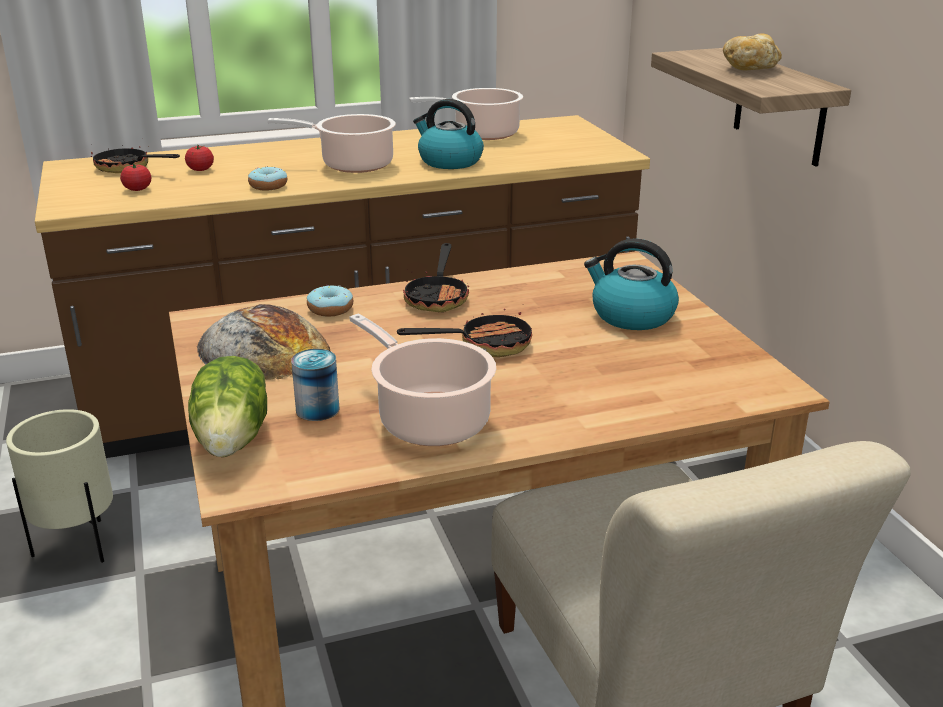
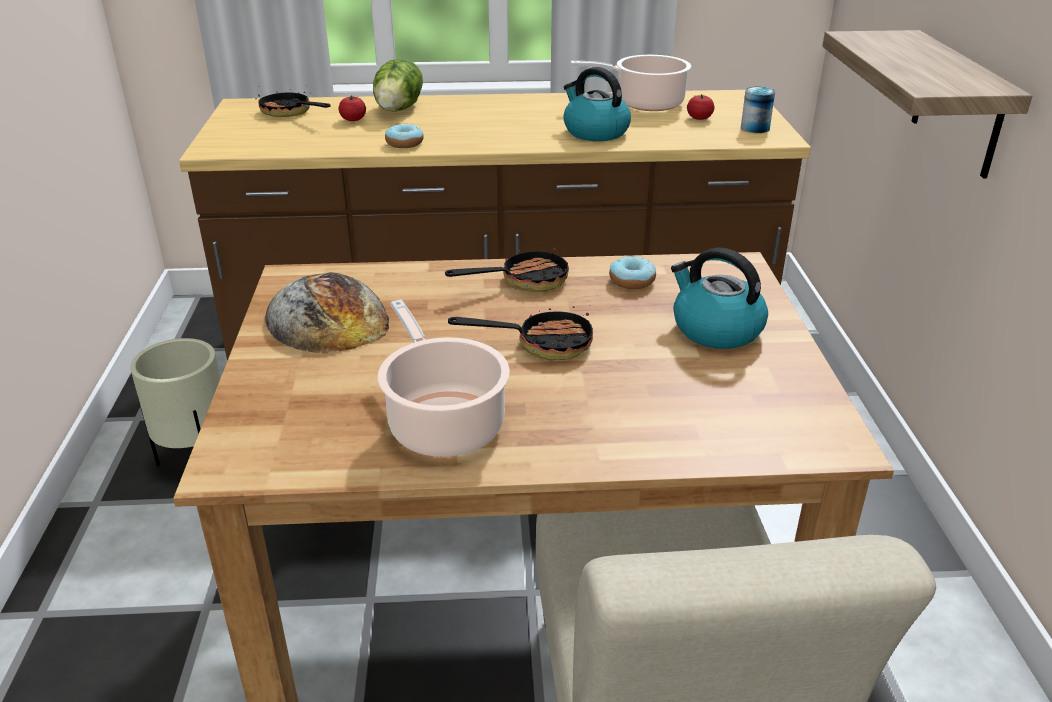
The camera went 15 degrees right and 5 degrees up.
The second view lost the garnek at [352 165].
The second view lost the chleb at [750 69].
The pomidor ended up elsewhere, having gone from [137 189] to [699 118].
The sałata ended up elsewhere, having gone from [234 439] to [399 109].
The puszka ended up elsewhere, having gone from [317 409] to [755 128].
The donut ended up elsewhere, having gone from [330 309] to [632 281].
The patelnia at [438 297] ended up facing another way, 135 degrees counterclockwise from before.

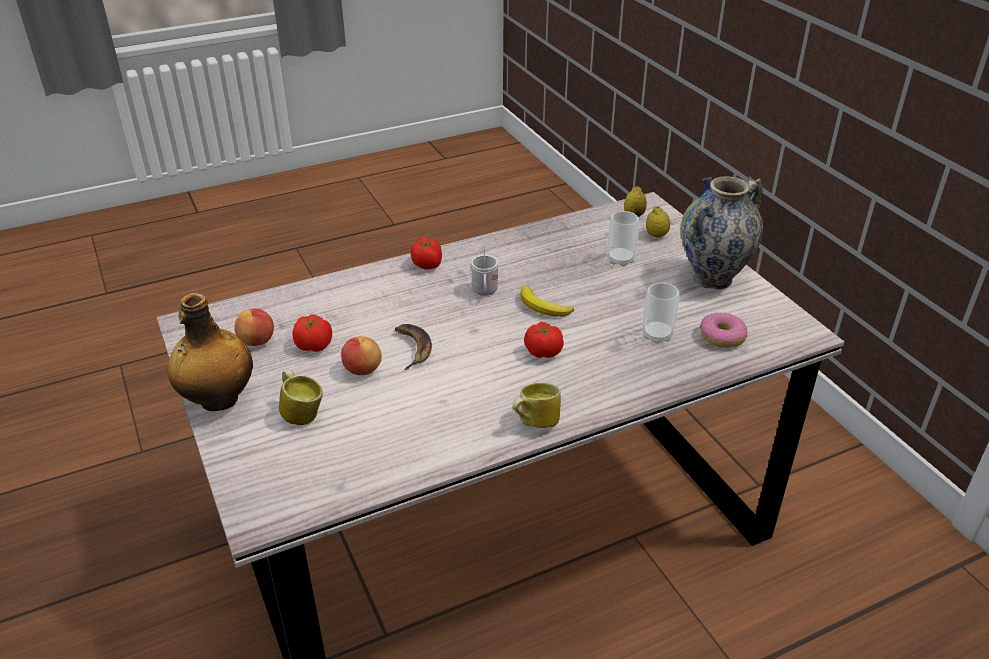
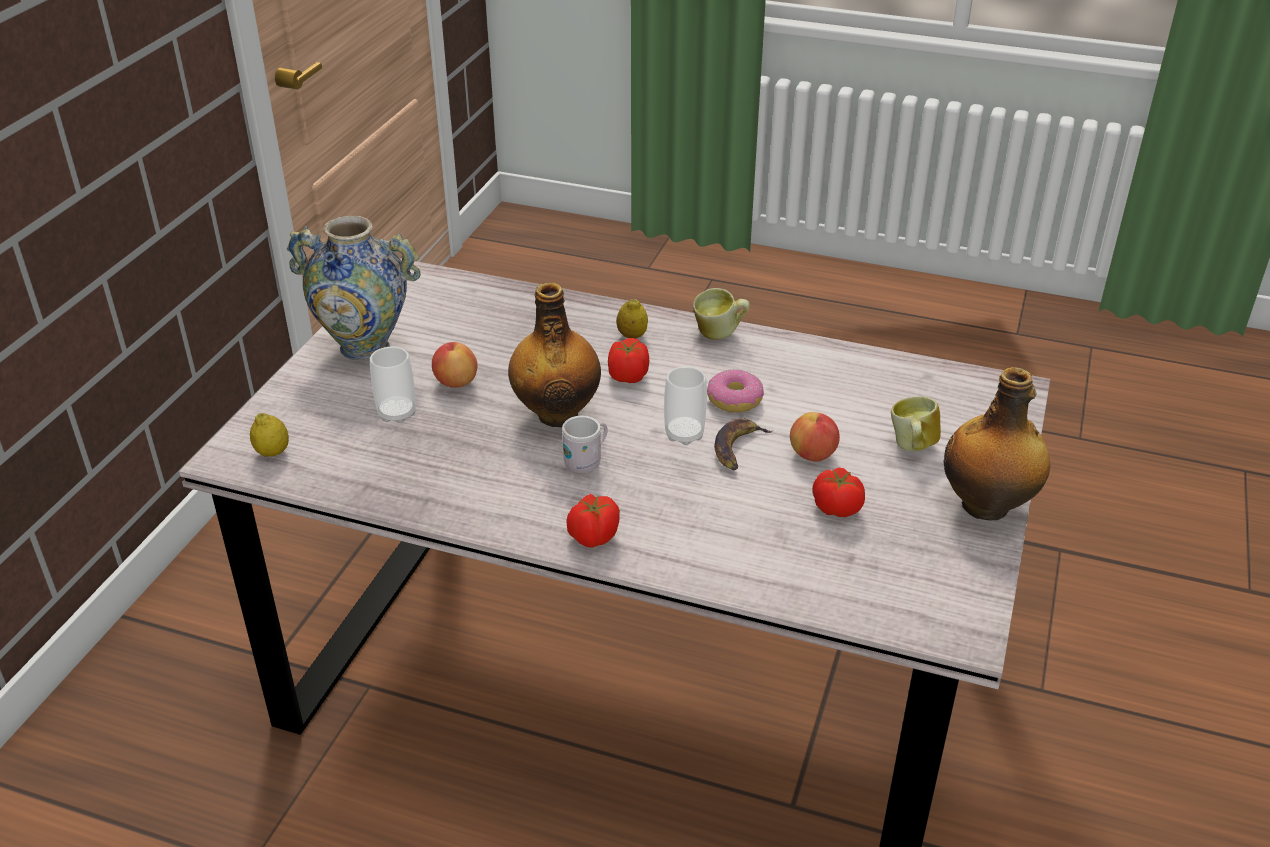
The camera went 135 degrees left and 0 degrees up.
The jabłko ended up elsewhere, having gone from [257 341] to [456 382].
The filiżanka ended up elsewhere, having gone from [657 335] to [684 434].
The cytryna ended up elsewhere, having gone from [656 235] to [632 336].
The donut ended up elsewhere, having gone from [721 337] to [735 400].
Where the banan stood at [543 307], the butelka came to stand at [557 413].

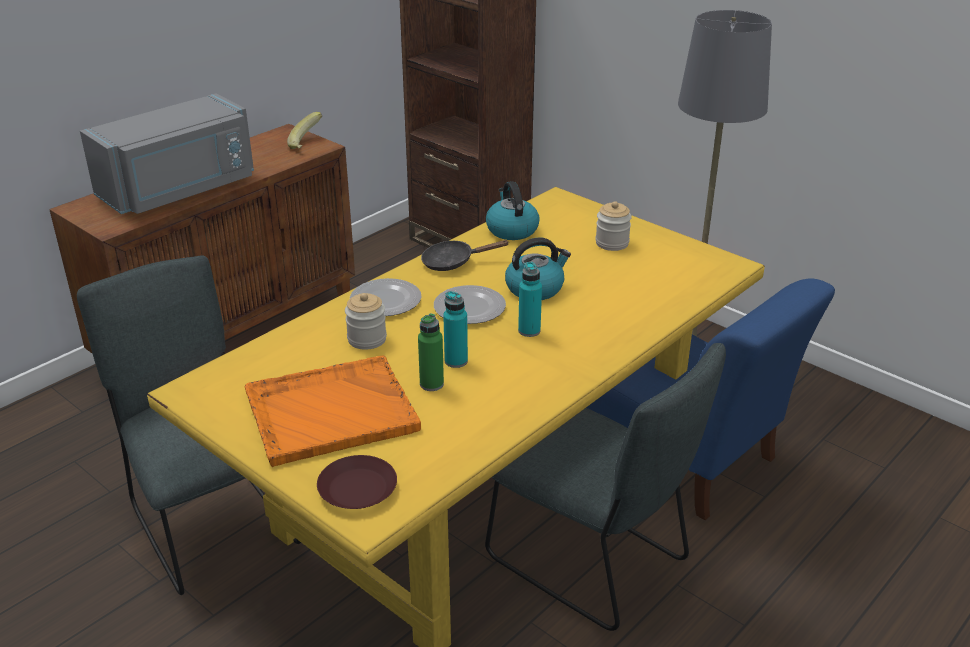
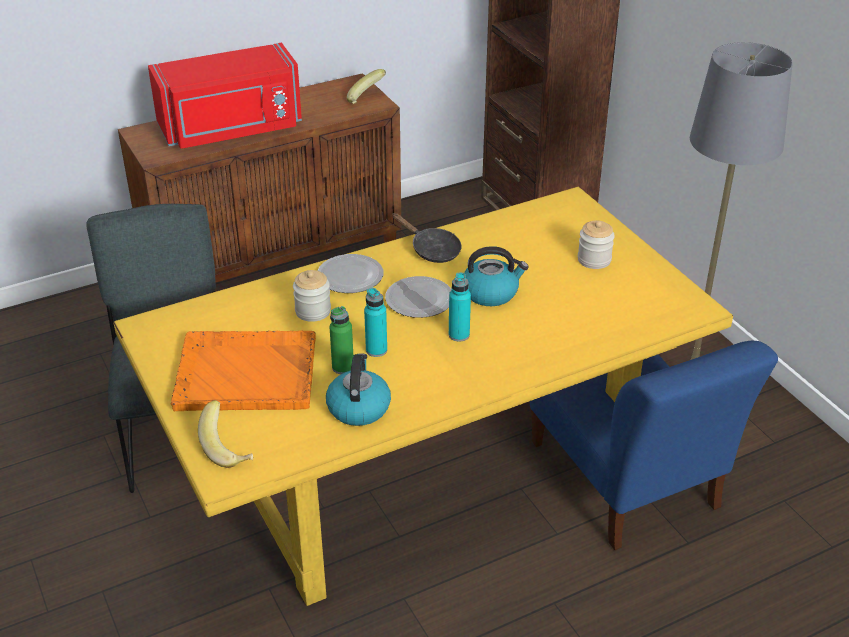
The camera went 20 degrees right and 5 degrees up.
The second view lost the krzesło/szary at [594 563].
The czajnik ended up elsewhere, having gone from [511 229] to [358 407].
Where the talerz/brązowy stood at [358 489], the banan came to stand at [229 449].
What was the mikrofalówka/szary at [180 190] turned into the mikrofalówka/czerwony at [231 129].
The patelnia/czarny at [453 262] ended up facing another way, 150 degrees counterclockwise from before.

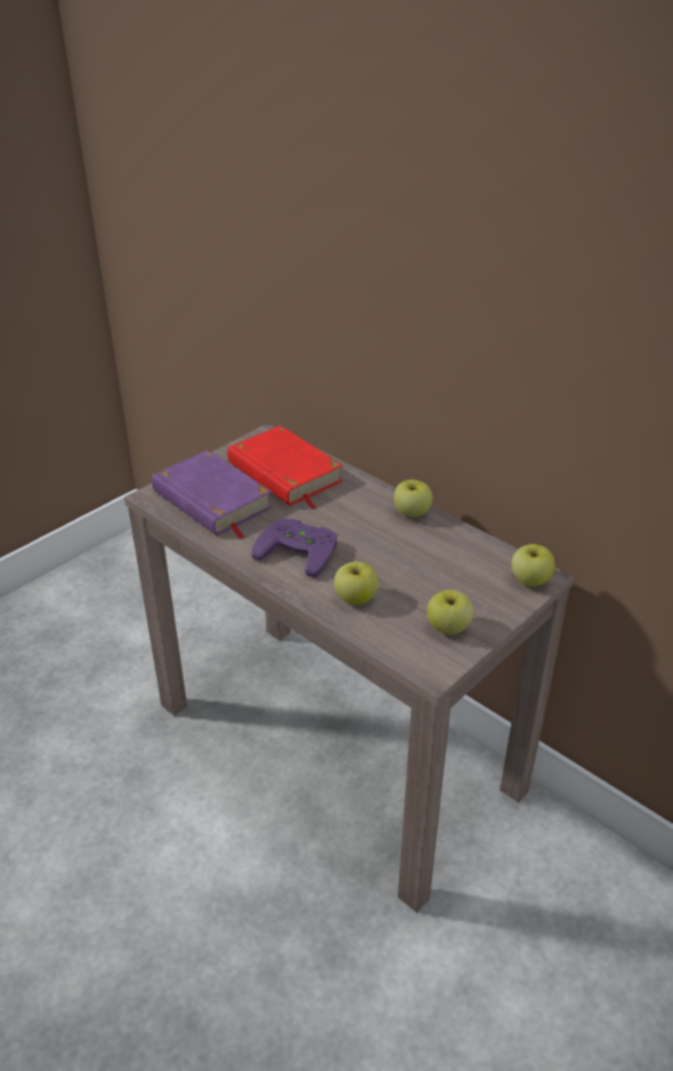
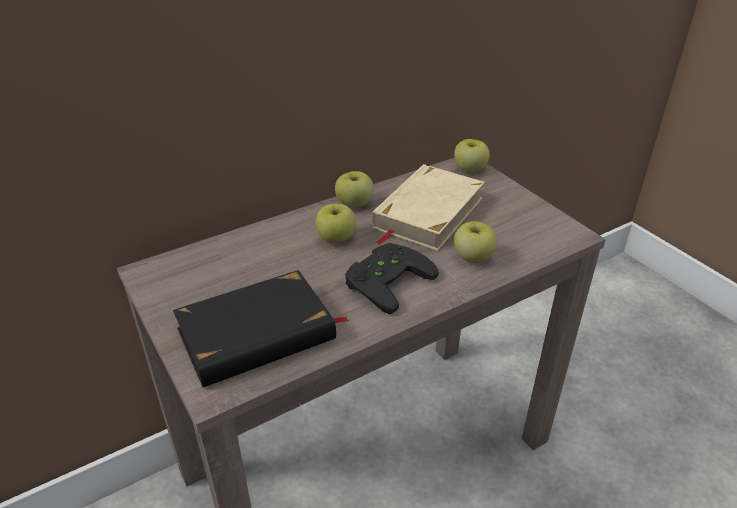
The camera went 75 degrees left and 0 degrees up.
The second view lost the książka/czerwony at [284 472].
The second view gained the książka/beżowy at [427 213].
The jabłko ended up elsewhere, having gone from [448 627] to [336 238].
What was the książka/fioletowy at [211 500] turned into the książka/czarny at [257 334].
What was the pad do gier/fioletowy at [300 549] turned into the pad do gier/czarny at [385 279].

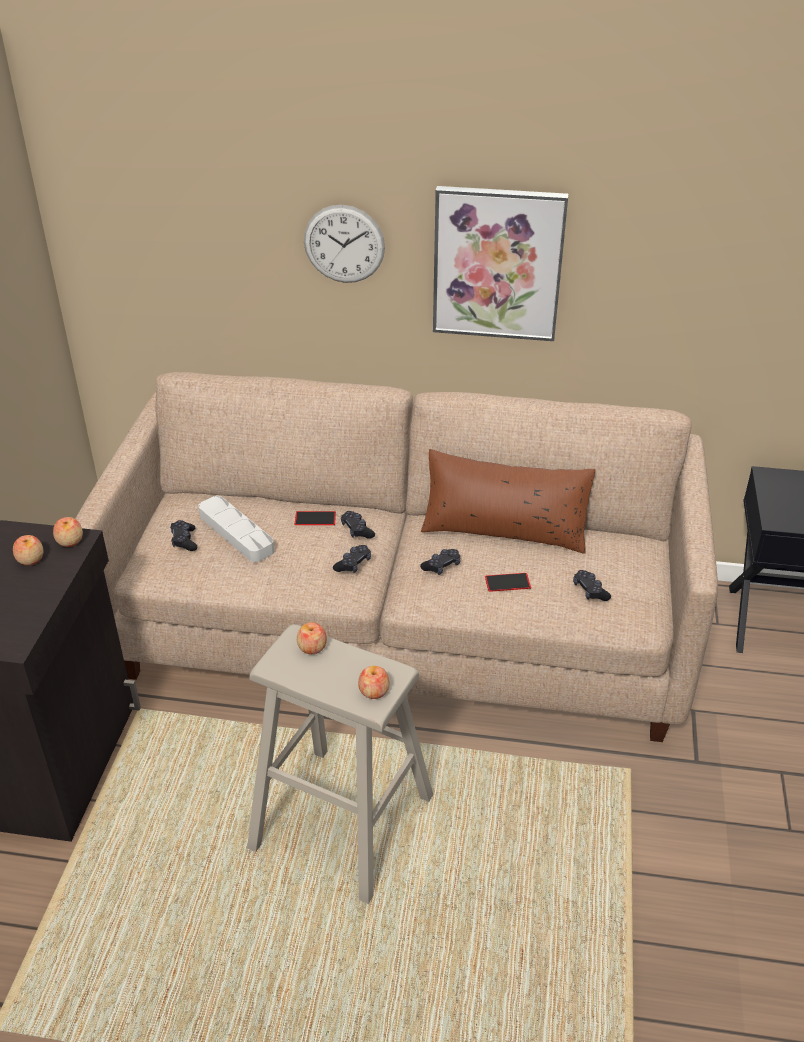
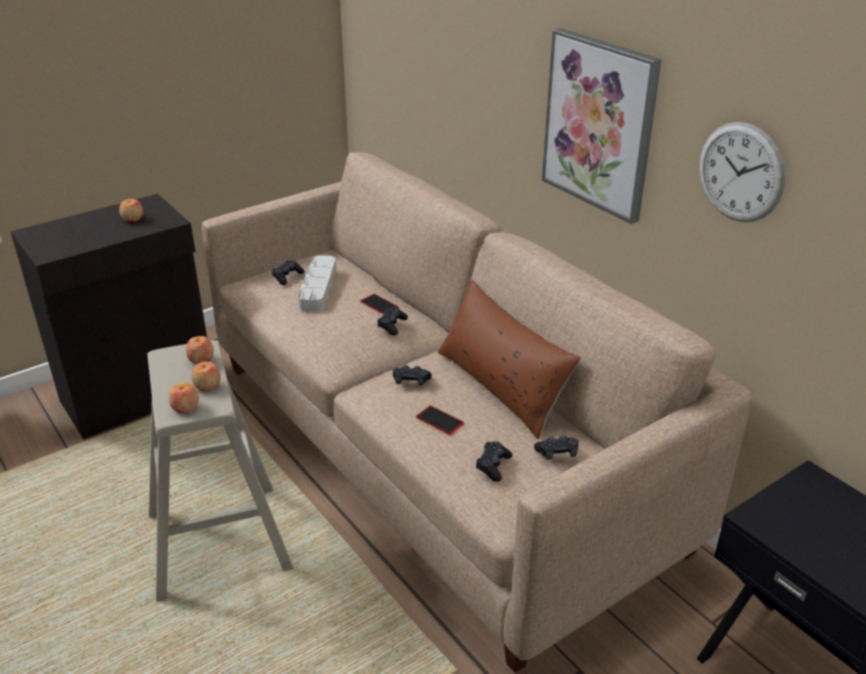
The camera went 45 degrees right and 5 degrees down.
The jabłko ended up elsewhere, having gone from [70 541] to [207 386].
The zegar ścienny ended up elsewhere, having gone from [344 244] to [740 172].
The pad do gier/czarny ended up elsewhere, having gone from [353 564] to [557 453].

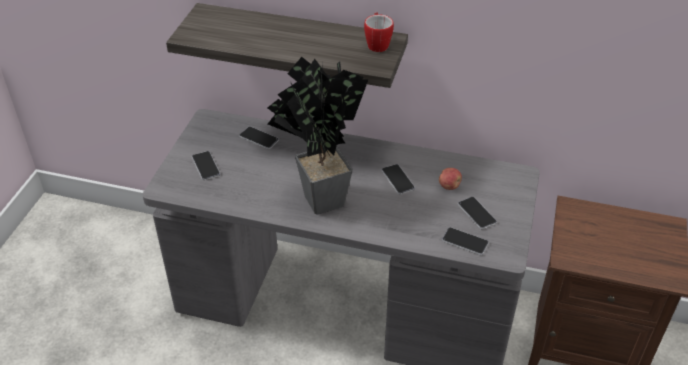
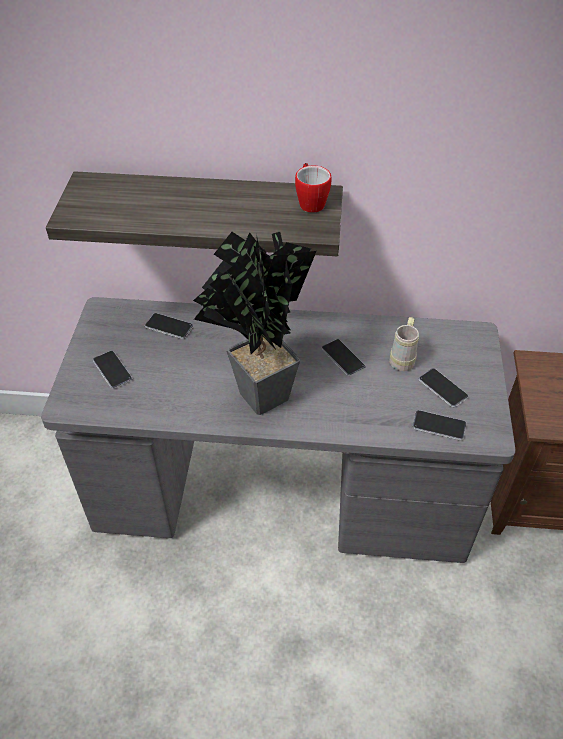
The camera went 10 degrees left and 5 degrees up.
Where the jabłko stood at [449 186], the kubek/beżowy came to stand at [403 358].

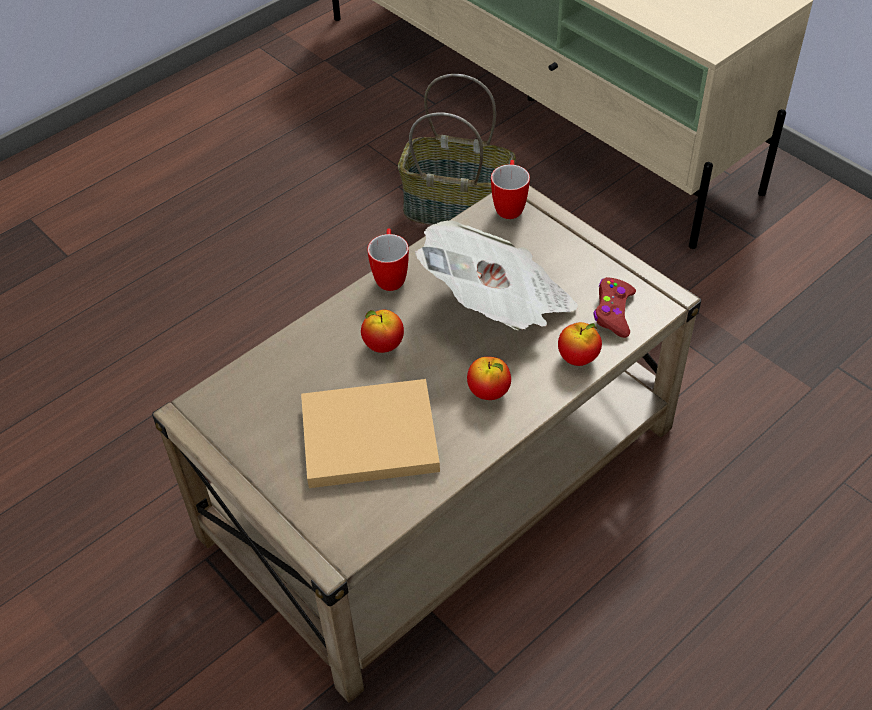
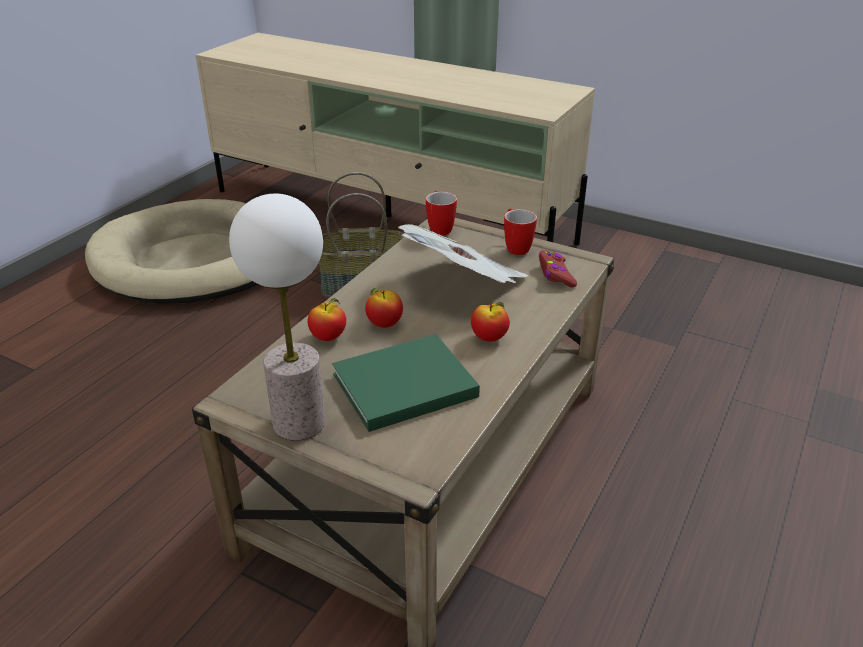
The camera went 20 degrees left and 15 degrees down.
The second view gained the legowisko/beżowy at [195 260].
The second view gained the lampa stołowa at [300 422].
The kubek ended up elsewhere, having gone from [390 276] to [515 247].
The jabłko ended up elsewhere, having gone from [578 358] to [328 337].
What was the książka/beżowy at [364 437] turned into the książka/zielony at [400 386].

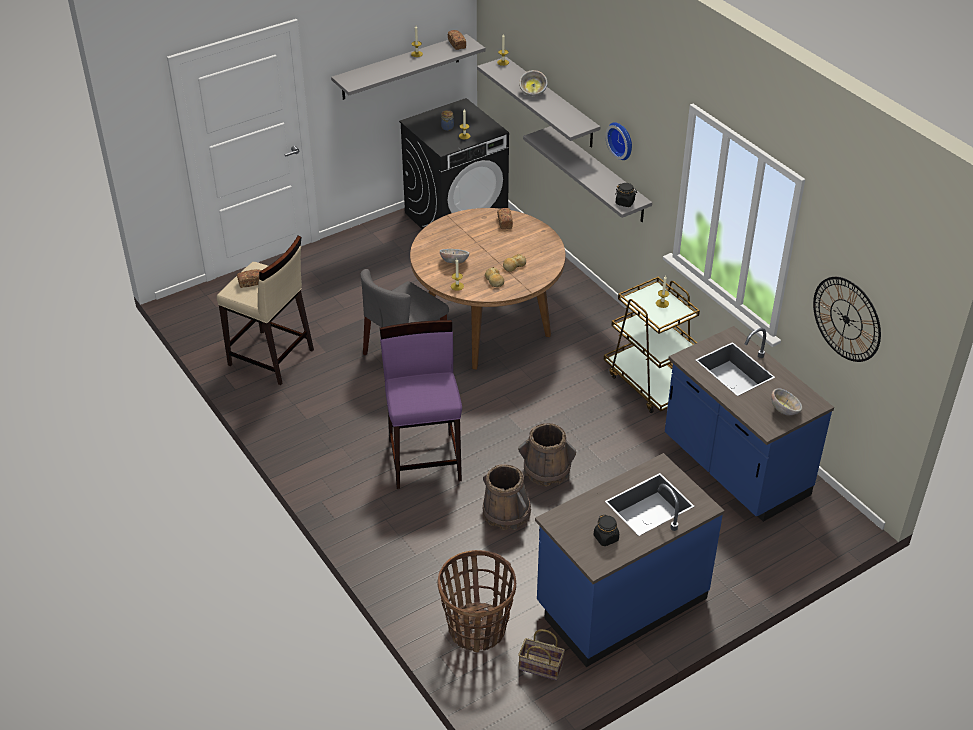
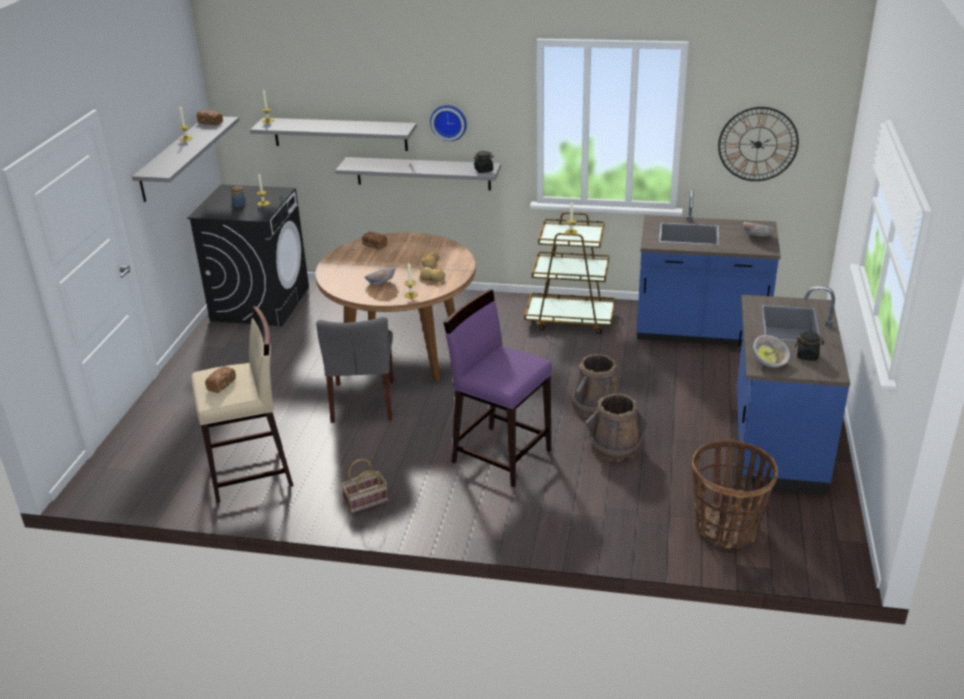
The camera went 45 degrees left and 10 degrees down.
The koszyk ended up elsewhere, having gone from [539 667] to [365 502].
The miska ended up elsewhere, having gone from [533 92] to [769 363].

